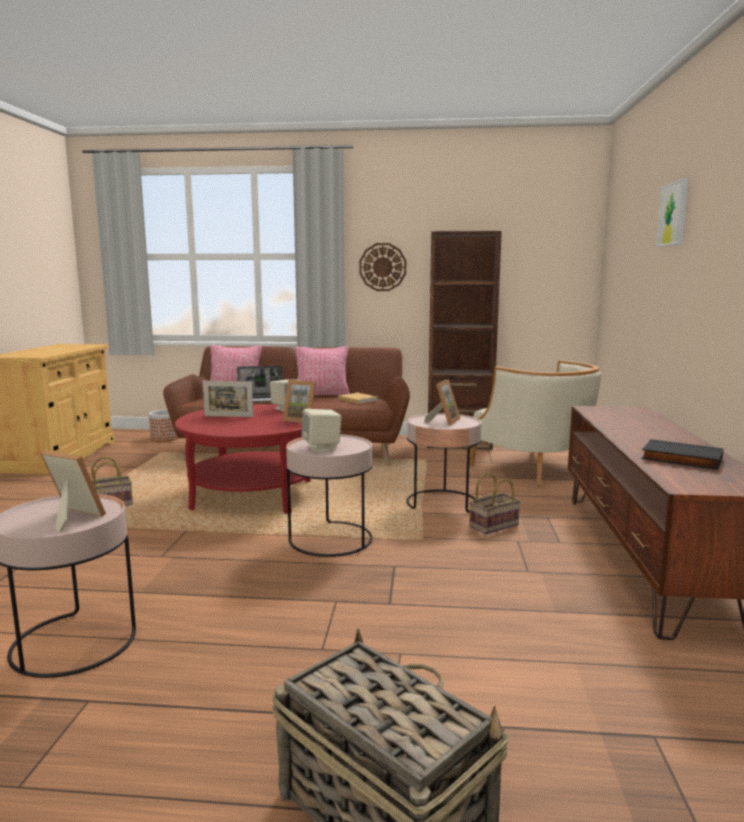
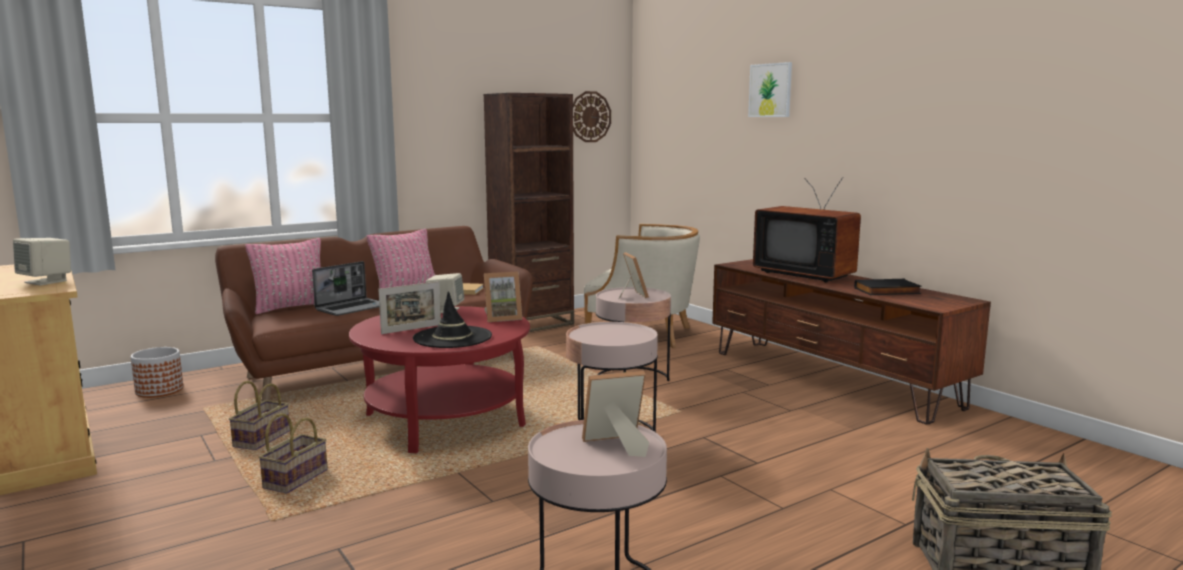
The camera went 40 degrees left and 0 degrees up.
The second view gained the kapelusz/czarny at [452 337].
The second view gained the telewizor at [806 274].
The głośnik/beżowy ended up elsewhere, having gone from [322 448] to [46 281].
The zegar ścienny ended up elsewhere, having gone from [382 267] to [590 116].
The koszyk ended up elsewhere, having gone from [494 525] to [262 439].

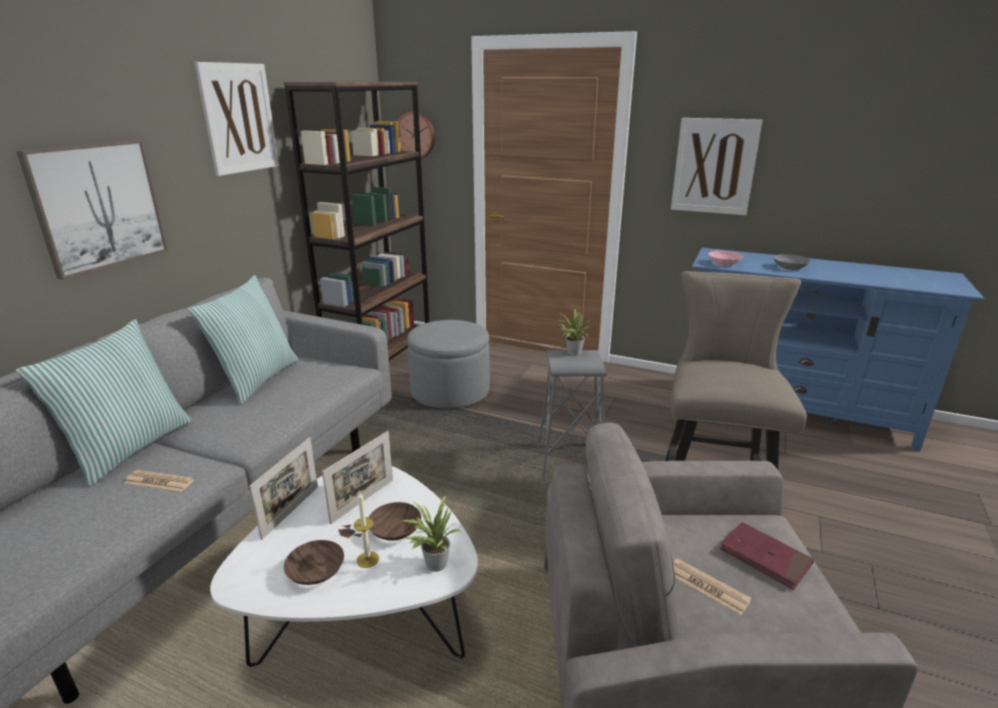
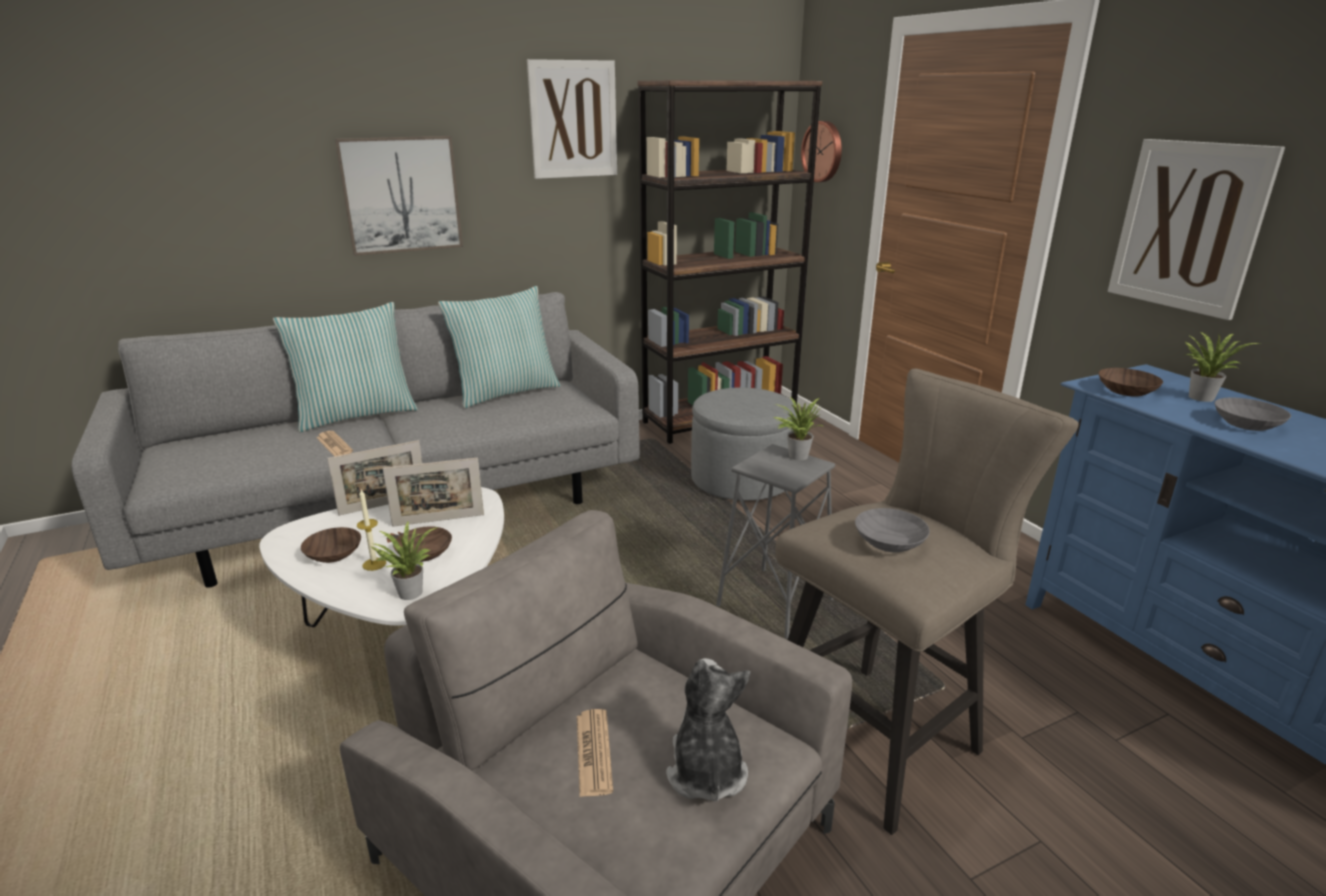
The camera went 40 degrees right and 0 degrees up.
The second view gained the miska/szary at [887 541].
The second view gained the roślina doniczkowa at [1200 396].
Where the książka/czerwony stood at [765 558], the pluszak came to stand at [706 771].
What was the miska/różowy at [723 263] turned into the miska/brązowy at [1126 390].

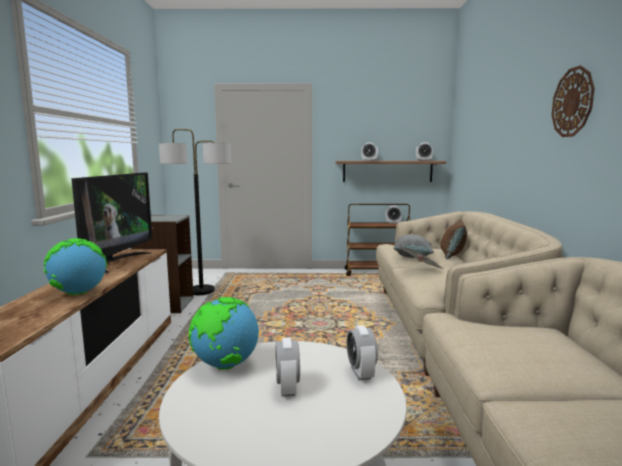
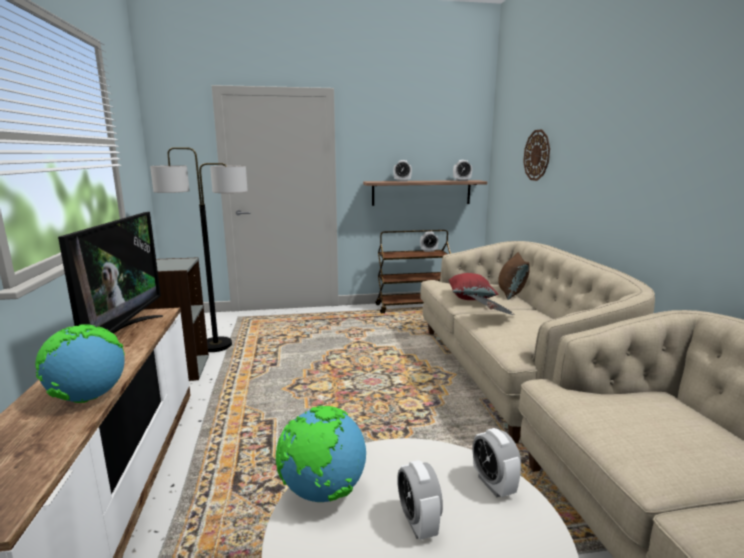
The camera went 10 degrees left and 5 degrees up.
The zegar ścienny ended up elsewhere, having gone from [572 102] to [537 155].
What was the poduszka/szary at [412 257] turned into the poduszka/czerwony at [470 298].

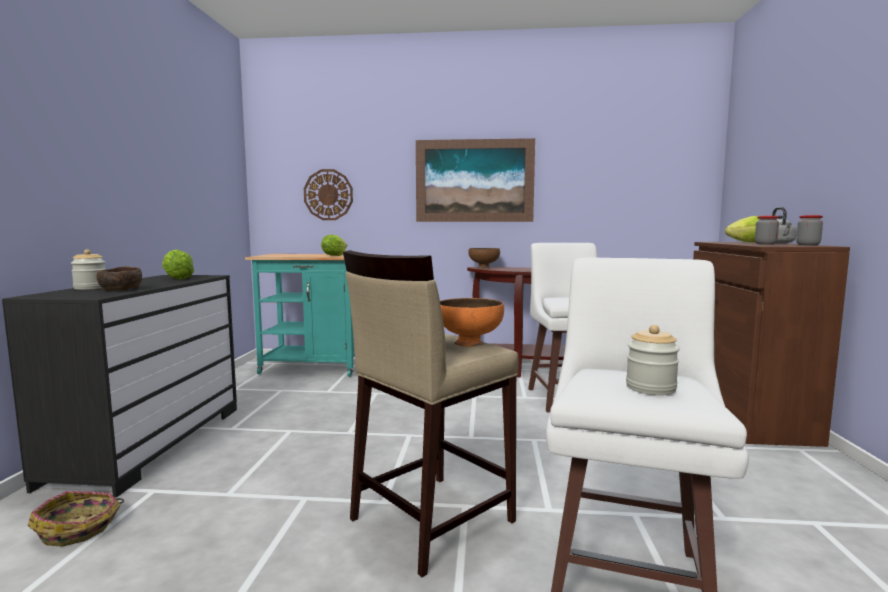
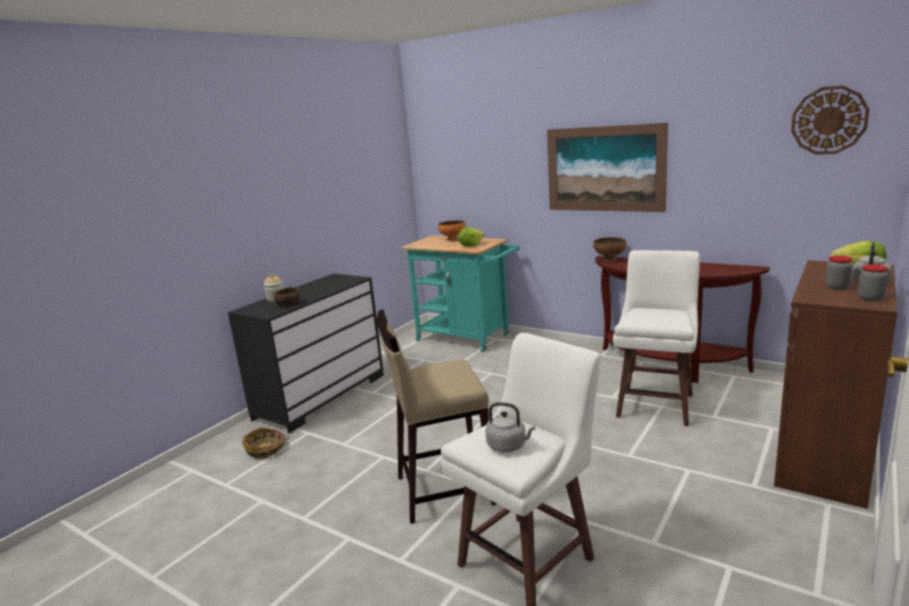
The camera went 30 degrees right and 10 degrees up.
The second view lost the sałata at [177 278].
The zegar ścienny ended up elsewhere, having gone from [328 195] to [829 120].
The miska/pomarańczowy ended up elsewhere, having gone from [470 343] to [452 239].
Where the słoik stood at [650 388], the czajnik/szary came to stand at [508 446].

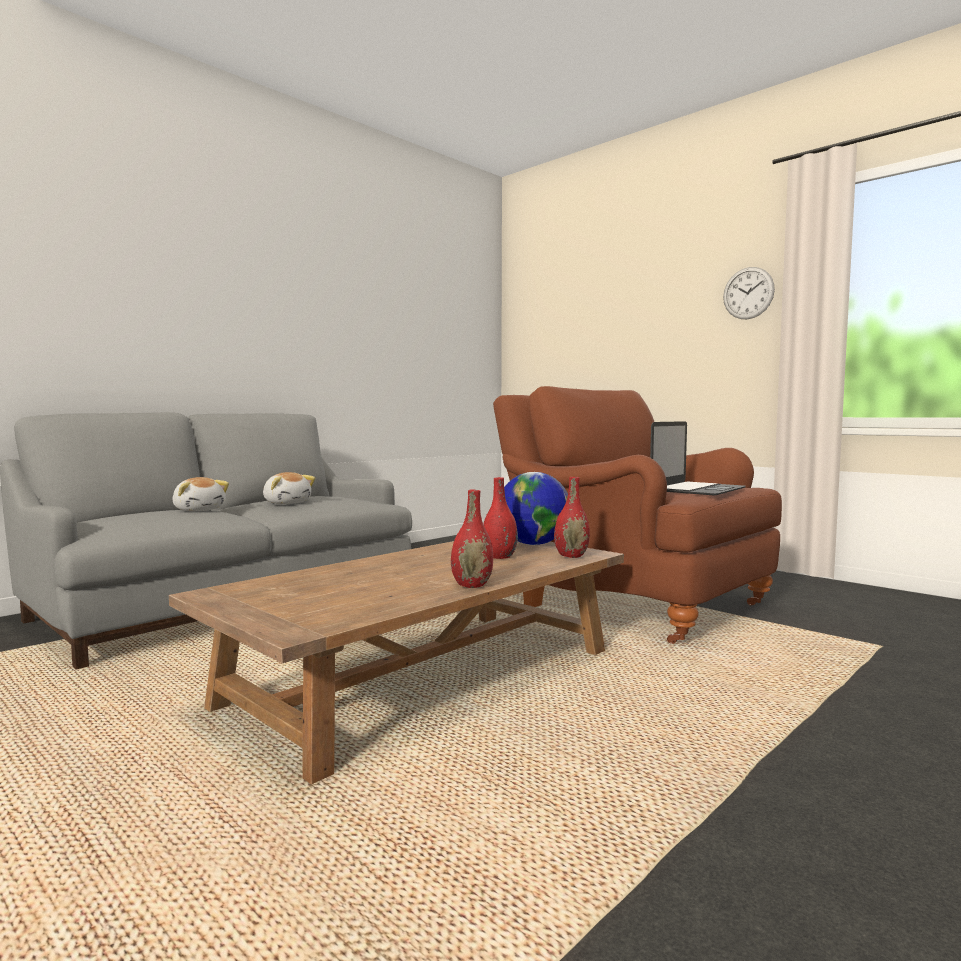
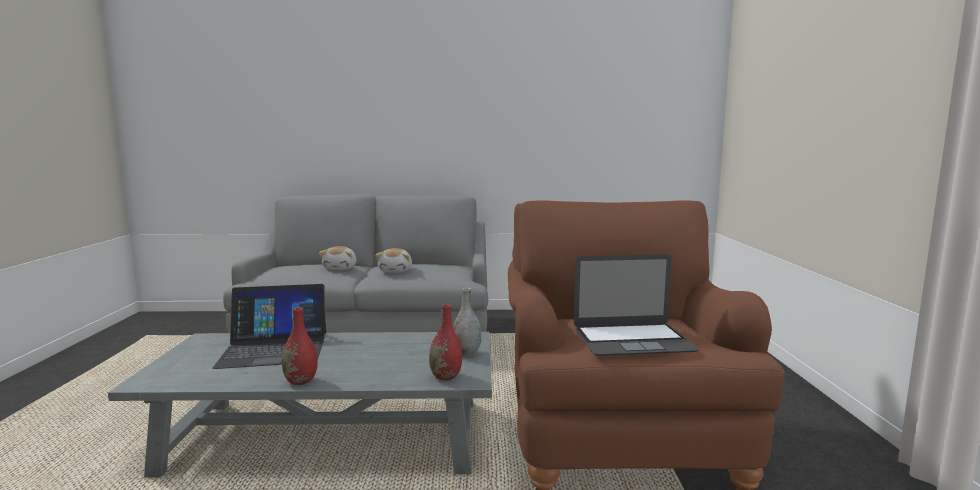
The camera went 45 degrees right and 5 degrees up.
The second view lost the wazon/czerwony at [499 557].
The second view lost the zegar ścienny at [748 293].
The second view gained the laptop at [274 349].
Where the globus stood at [533 544], the wazon/szary came to stand at [466 353].
What was the ława/brązowy at [425 676] turned into the ława/szary at [330 435].

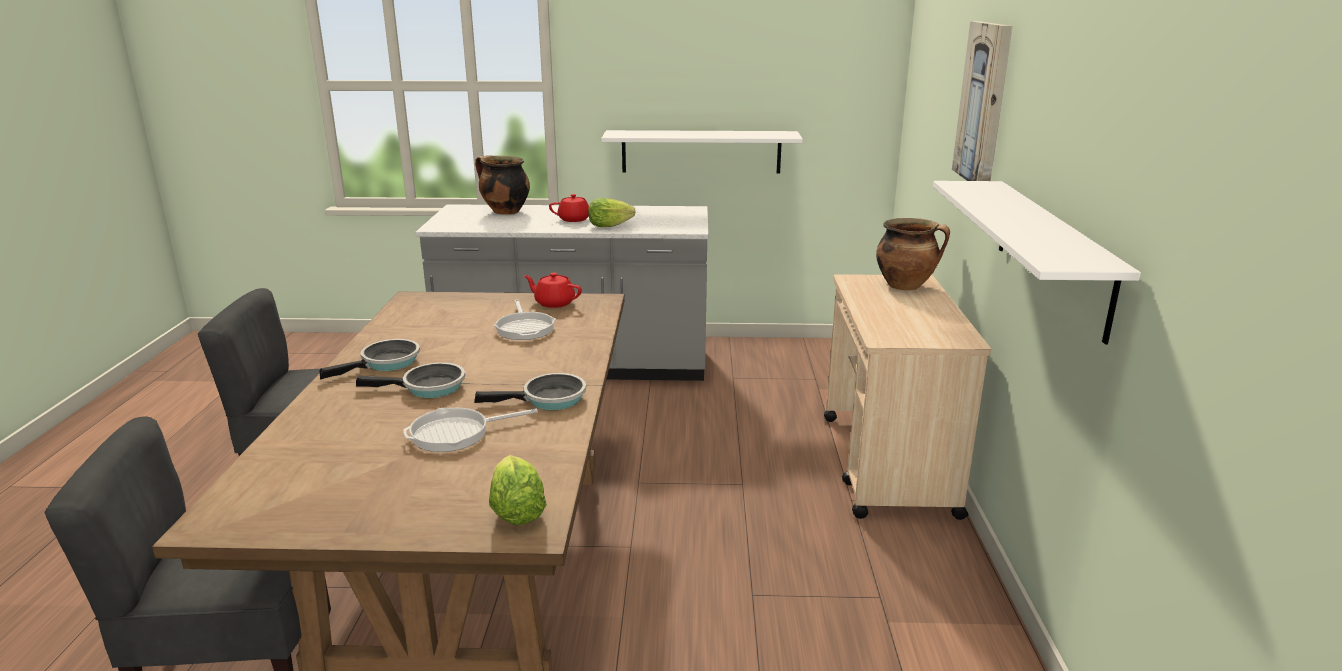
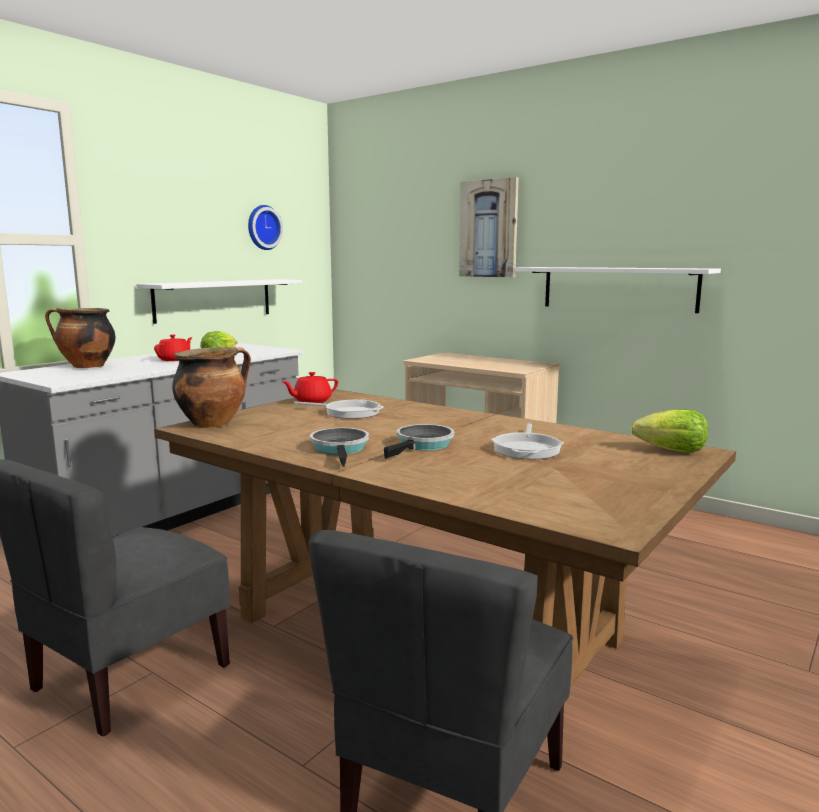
The camera went 55 degrees left and 10 degrees down.
The second view lost the patelnia at [549 399].
The second view gained the zegar ścienny at [262 227].
The garnek ended up elsewhere, having gone from [906 286] to [213 423].

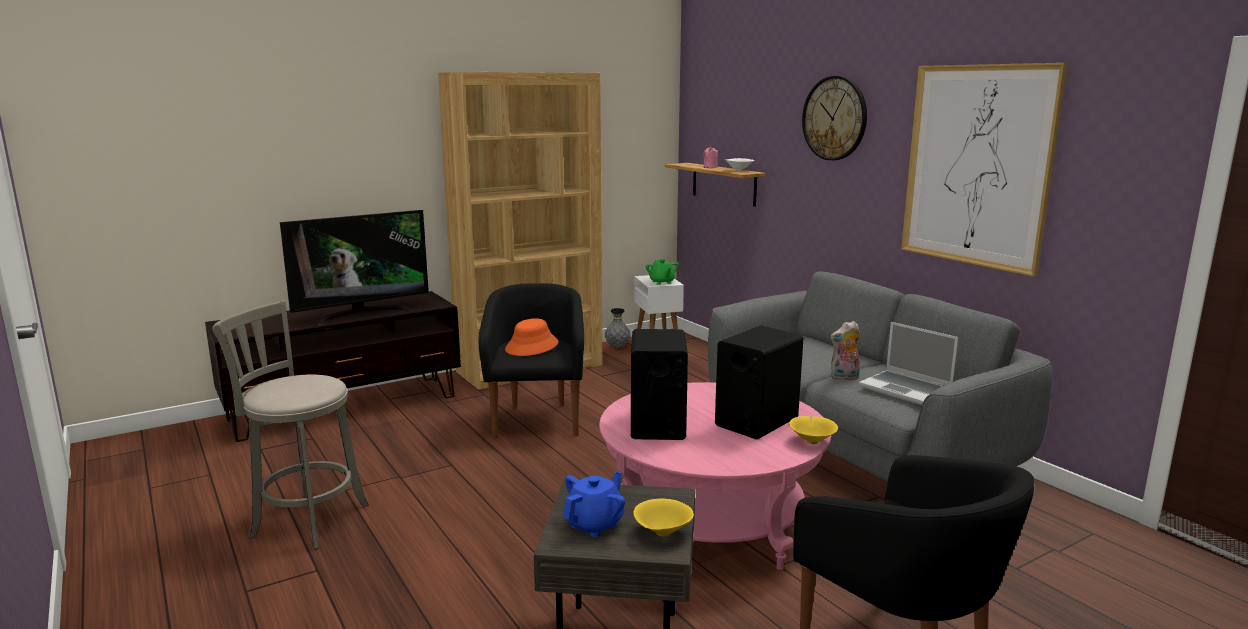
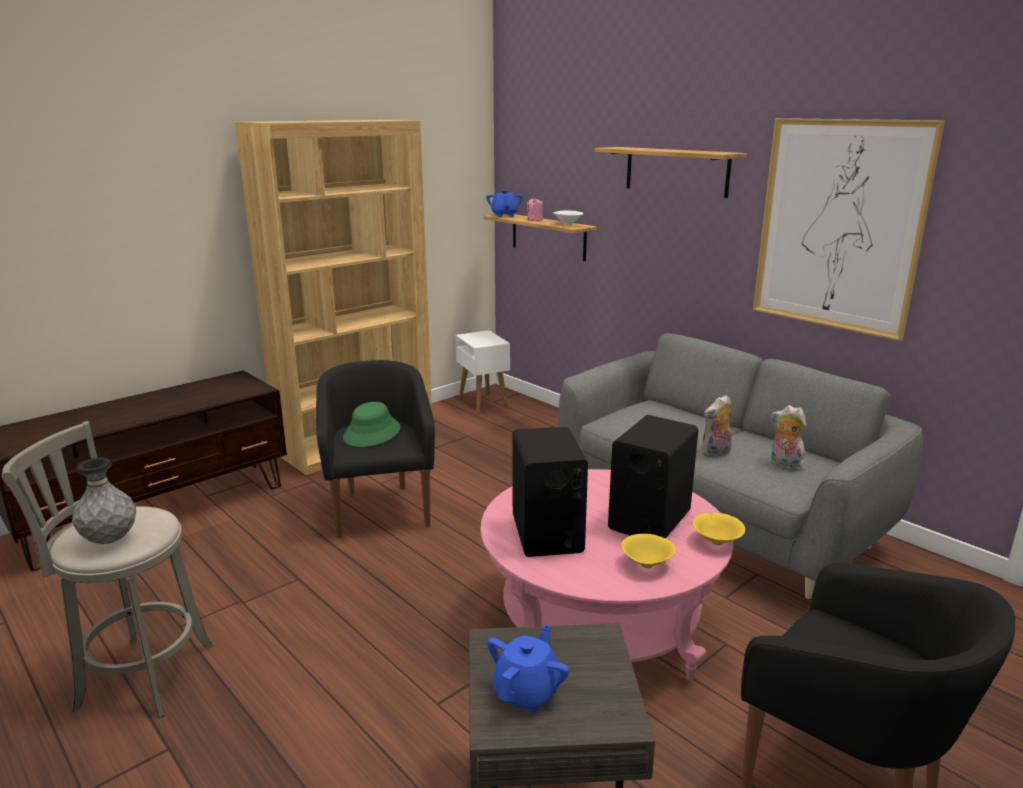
The camera went 10 degrees left and 5 degrees up.
The second view lost the telewizor at [361 313].
The second view lost the imbryk/zielony at [662 282].
The second view gained the imbryk/niebieski at [504 215].
The wazon/szary ended up elsewhere, having gone from [617 347] to [110 540].
The miska/żółty ended up elsewhere, having gone from [662 533] to [646 565].
Where the zegar ścienny hung at [834 118], the półka came to hang at [676 171].
Where the laptop stood at [906 389], the pluszak came to stand at [784 465].
What was the kapelusz/pomarańczowy at [532 346] turned into the kapelusz/zielony at [372 433].

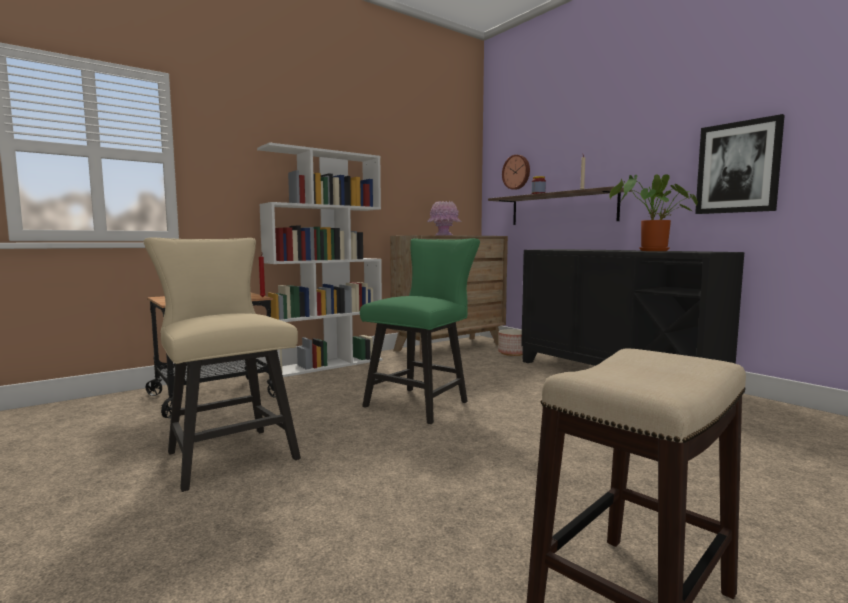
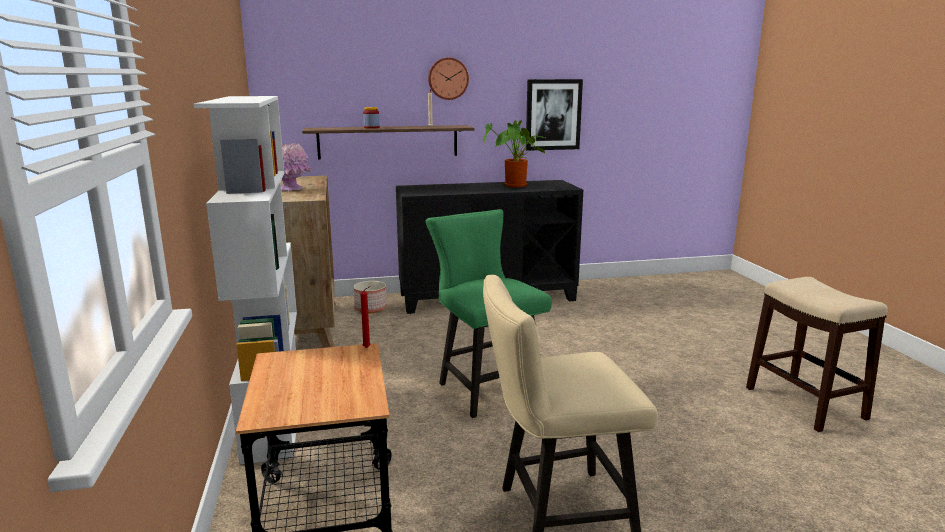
The camera went 65 degrees left and 10 degrees up.
The zegar ścienny ended up elsewhere, having gone from [517 172] to [448 78].

